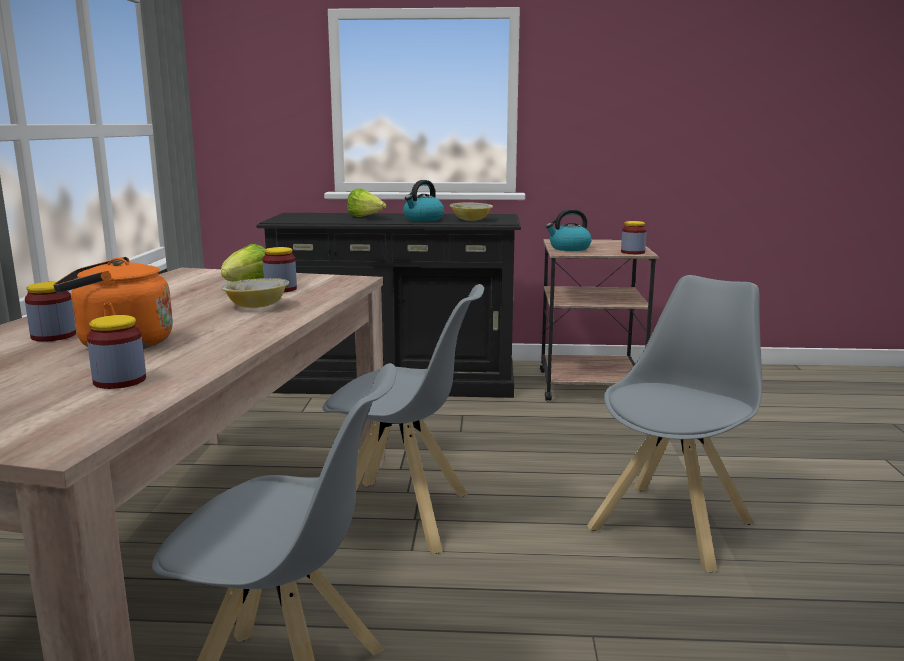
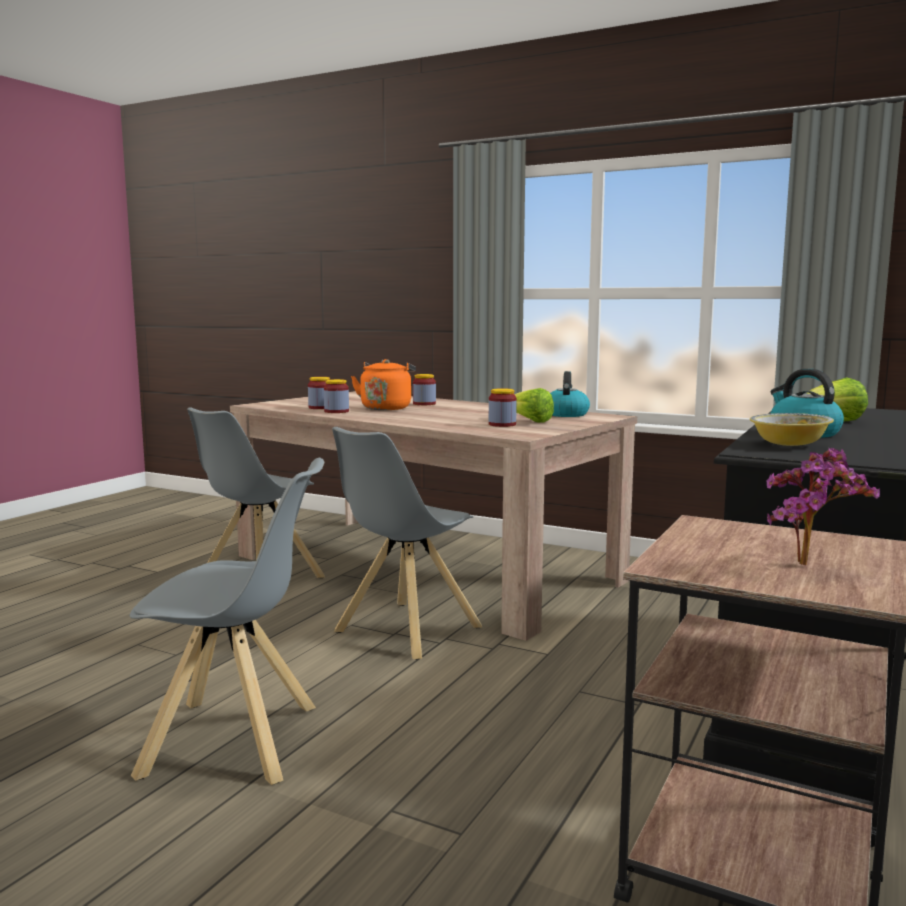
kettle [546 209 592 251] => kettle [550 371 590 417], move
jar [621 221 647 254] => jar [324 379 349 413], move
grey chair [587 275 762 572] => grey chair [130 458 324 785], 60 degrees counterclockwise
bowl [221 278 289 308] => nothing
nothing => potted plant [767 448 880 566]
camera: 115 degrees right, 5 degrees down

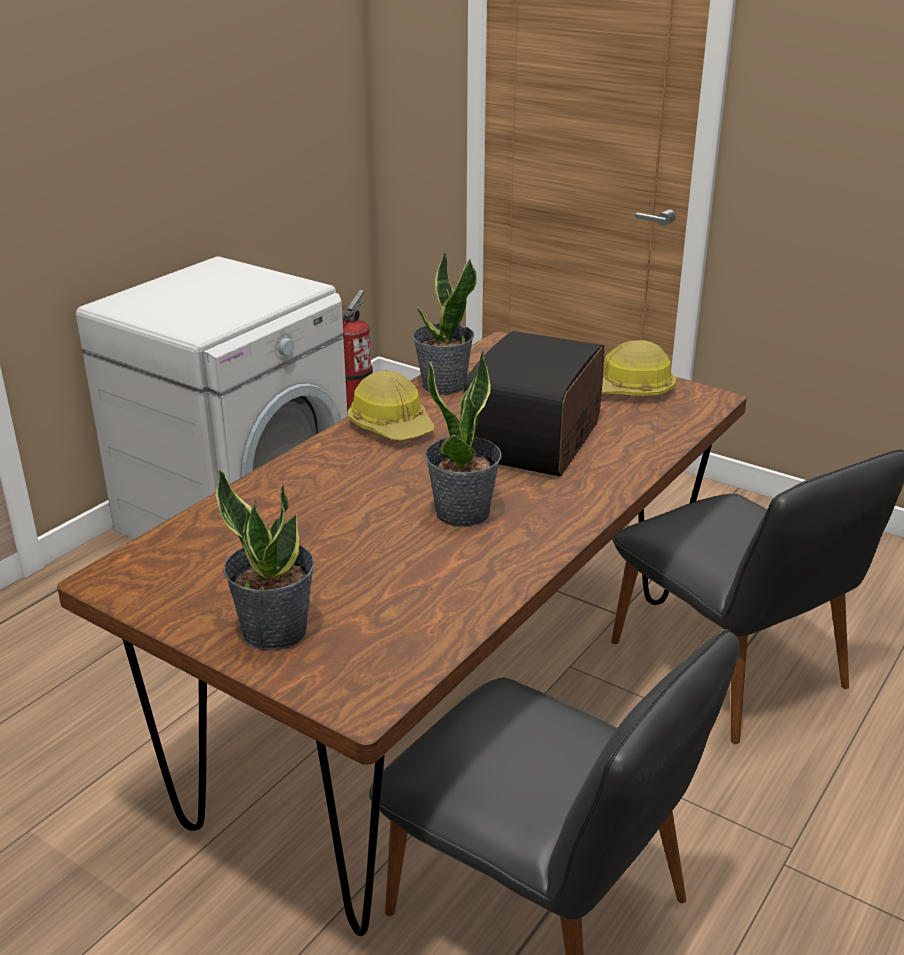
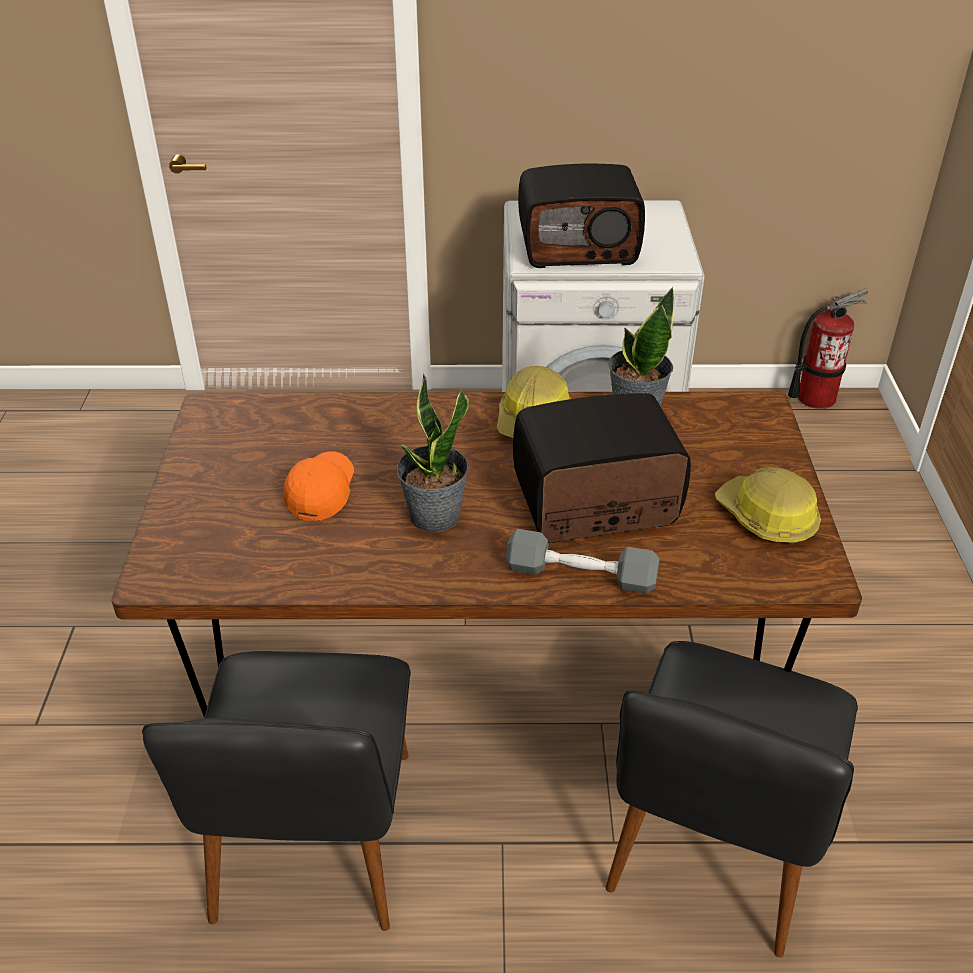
potted plant [216 469 315 651] => nothing
nothing => radio [518 164 645 268]
nothing => orange cap [284 451 354 521]
nothing => grey dumbbell [506 529 659 594]
camera: 55 degrees right, 10 degrees up

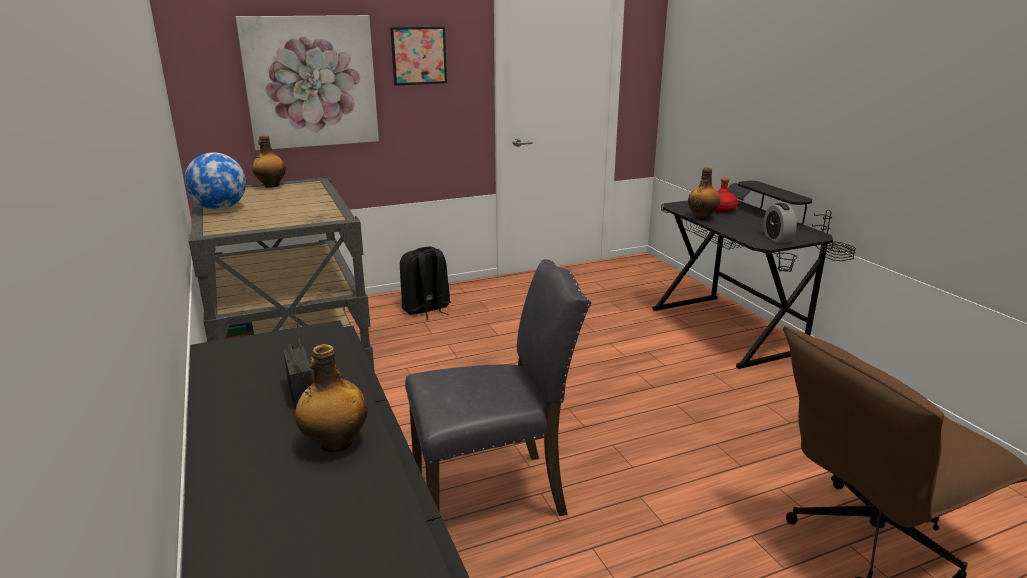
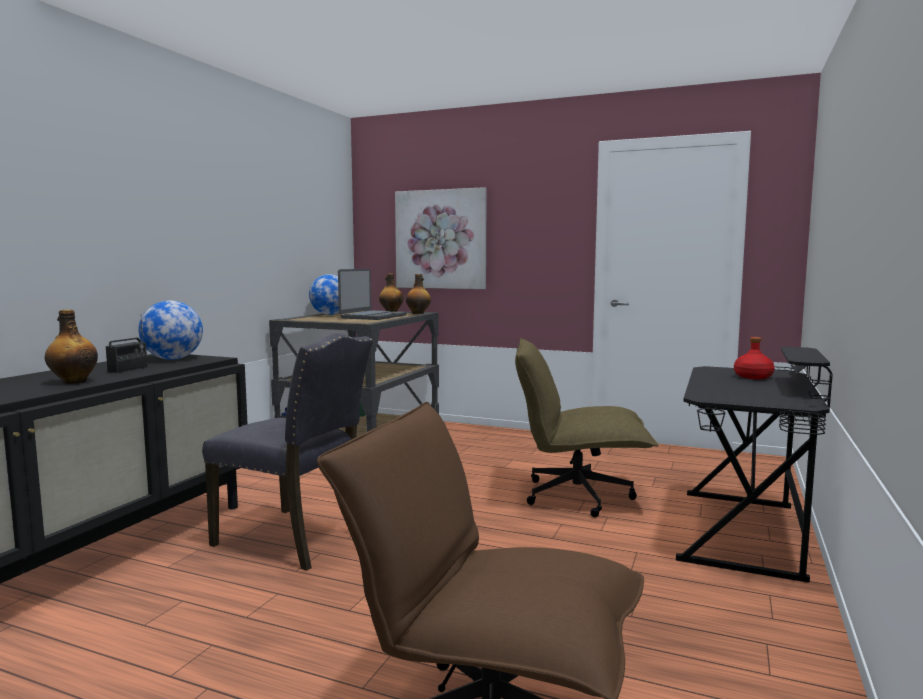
picture [390 27 447 86] => nothing
bottle [688 167 720 220] => bottle [406 274 431 314], move
alarm clock [763 203 797 243] => nothing
black backpack [400 247 451 320] => nothing
nothing => laptop [338 269 407 320]
nothing => globe [138 300 203 360]
nothing => beige office chair [515 338 658 518]
camera: 45 degrees right, 15 degrees down

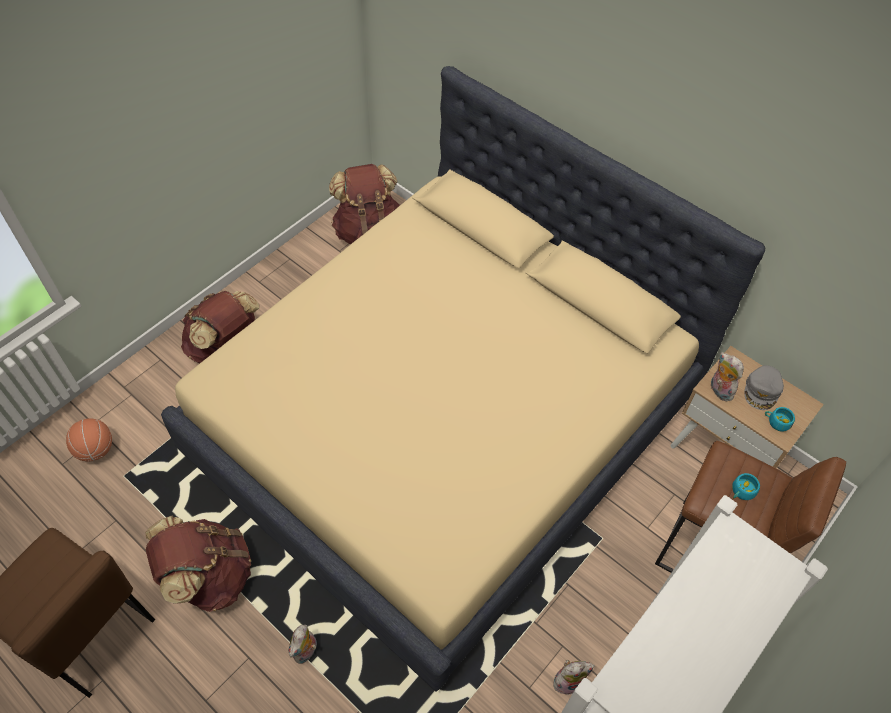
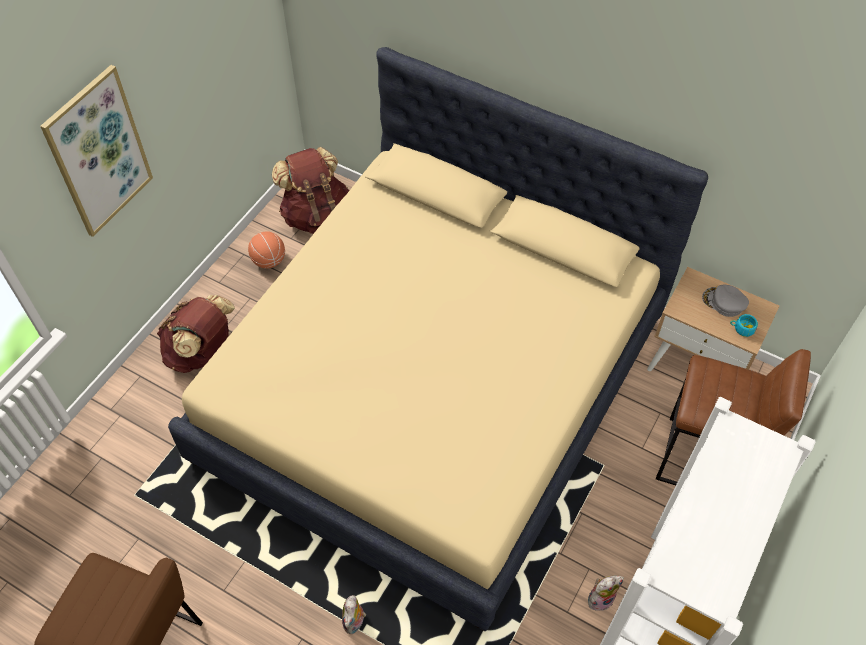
plush toy [711 352 744 401] => nothing
grey cap [744 365 784 410] => grey cap [702 284 749 317], 105 degrees clockwise
basketball [66 418 112 462] => basketball [248 231 285 268], move
turquoise cup [732 473 760 500] => nothing
brown backpack [145 515 251 612] => nothing
nothing => picture [40 65 153 237]
camera: 10 degrees left, 0 degrees up

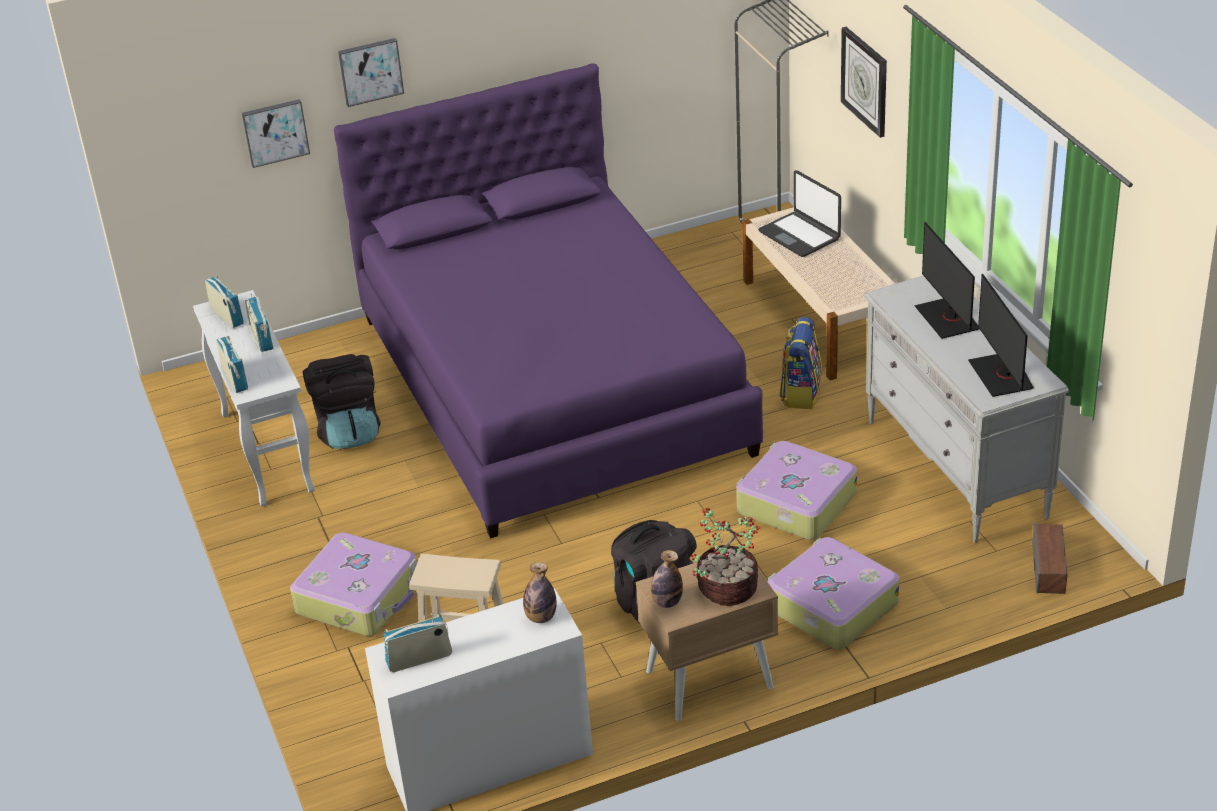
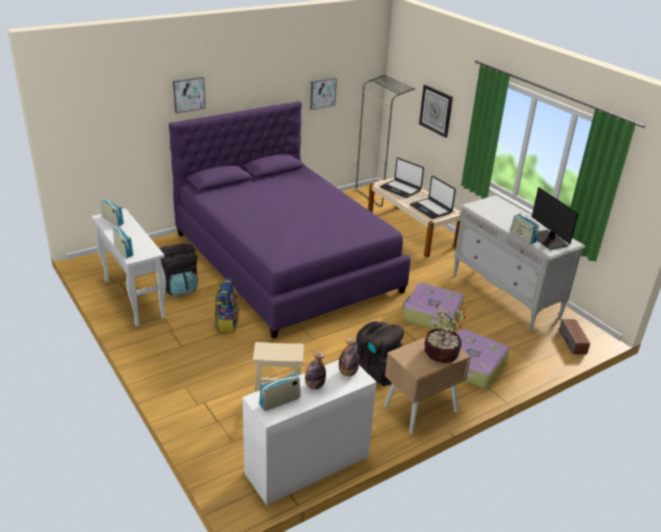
picture [242 99 310 168] => picture [310 78 337 110], move
monitor [914 222 979 339] => nothing
radio [245 294 274 352] => radio [510 214 539 244], move
backpack [780 317 822 409] => backpack [214 278 239 333], move
suitcase [290 532 417 636] => nothing
bottle [651 550 683 608] => bottle [305 351 326 390], move
nothing => laptop [410 176 456 219]
camera: 15 degrees left, 5 degrees down

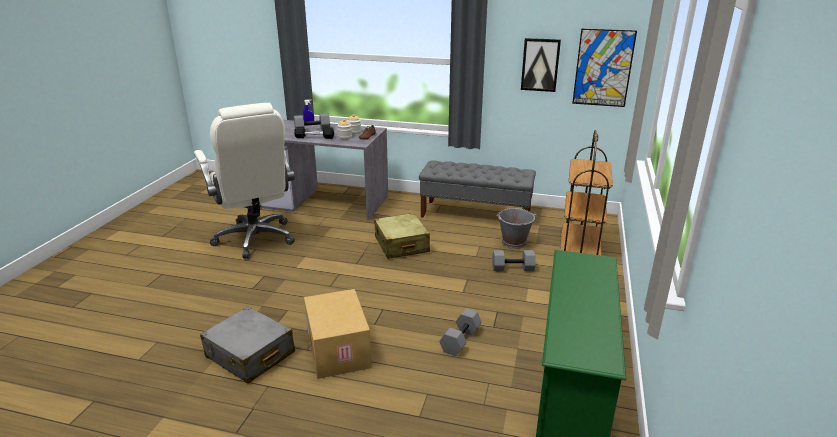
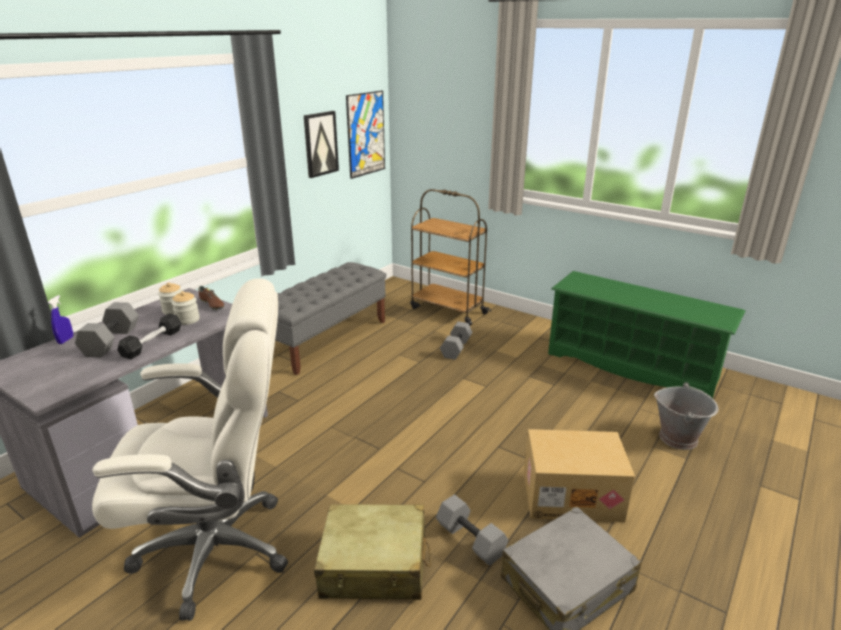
grey bucket [496 208 537 249] => grey bucket [654 382 718 450], move
beige suitcase [374 213 430 259] => beige suitcase [314 504 431 600], move
grey dumbbell [439 308 482 356] => grey dumbbell [436 494 508 566], move
camera: 70 degrees left, 0 degrees up

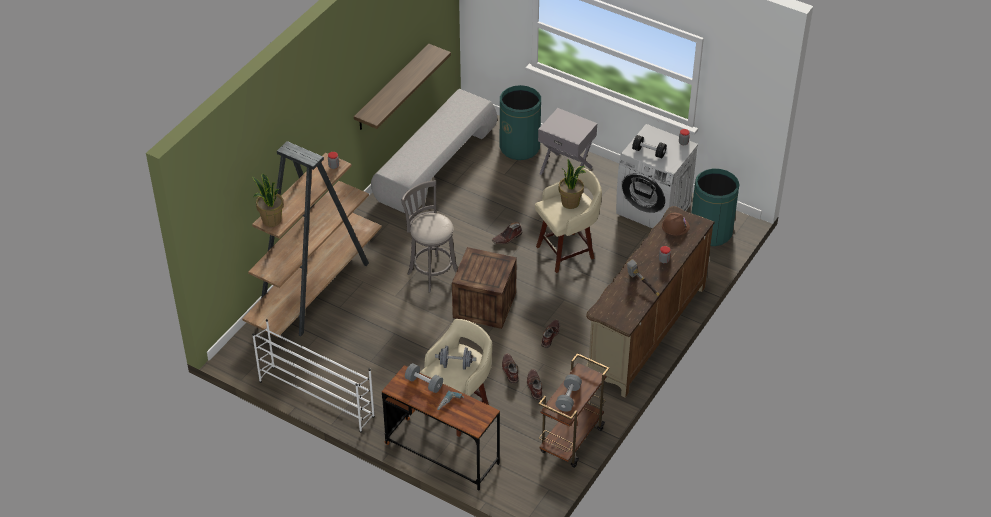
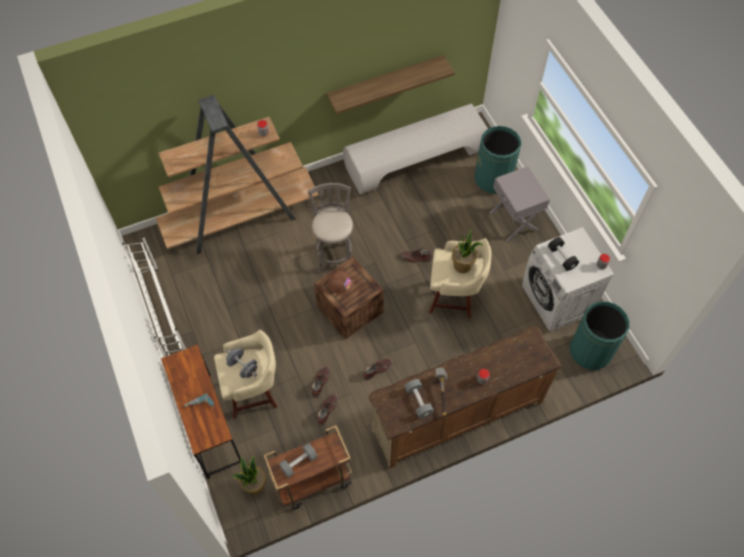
potted plant [252 174 284 227] => potted plant [232 456 266 495], move
brown hard hat [662 213 690 235] => brown hard hat [328 271 354 294], move
grey dumbbell [405 363 443 393] => grey dumbbell [404 379 434 418], move
camera: 35 degrees right, 15 degrees up

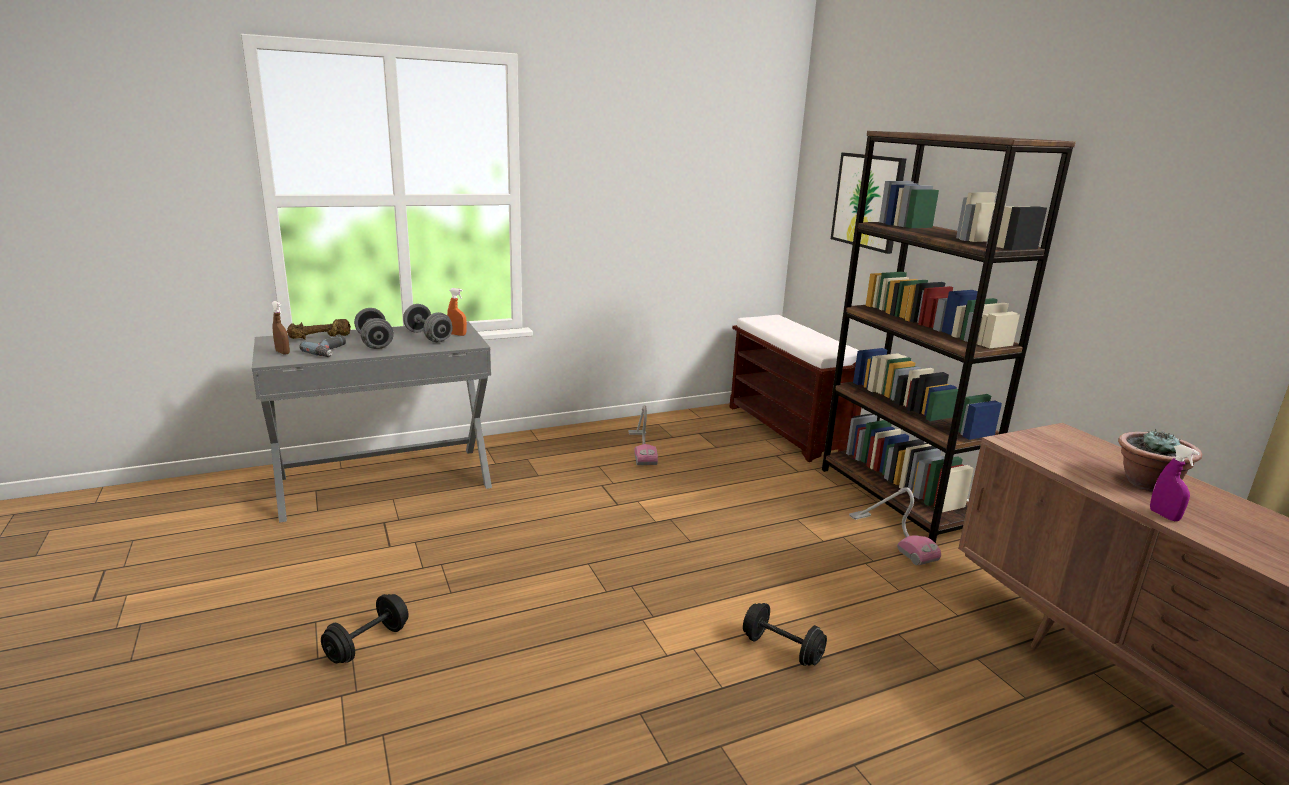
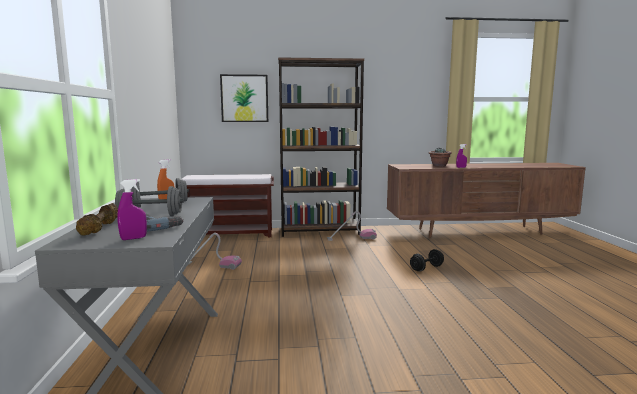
brown spray bottle [272 301 290 355] => purple spray bottle [117 179 147 240]
black dumbbell [321 594 408 663] => nothing
camera: 70 degrees left, 10 degrees down

